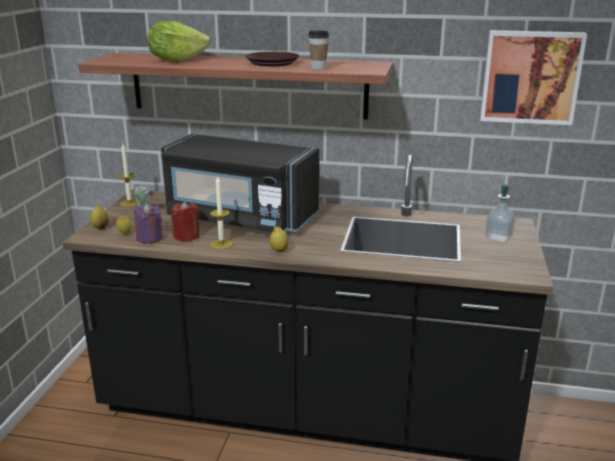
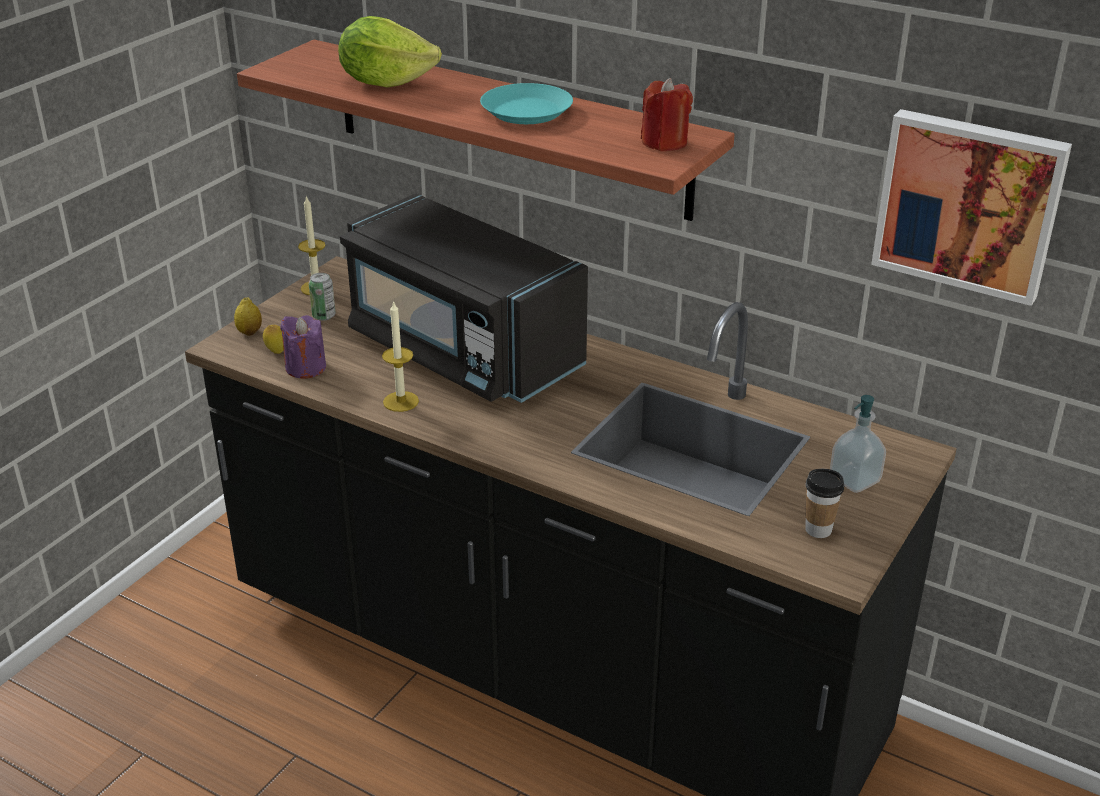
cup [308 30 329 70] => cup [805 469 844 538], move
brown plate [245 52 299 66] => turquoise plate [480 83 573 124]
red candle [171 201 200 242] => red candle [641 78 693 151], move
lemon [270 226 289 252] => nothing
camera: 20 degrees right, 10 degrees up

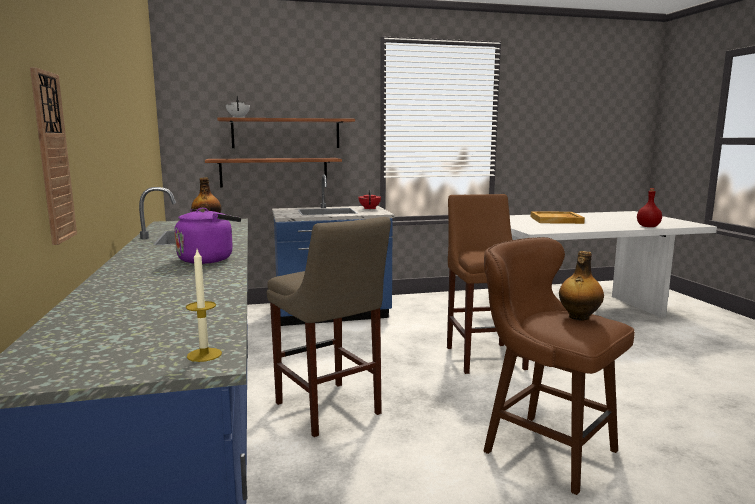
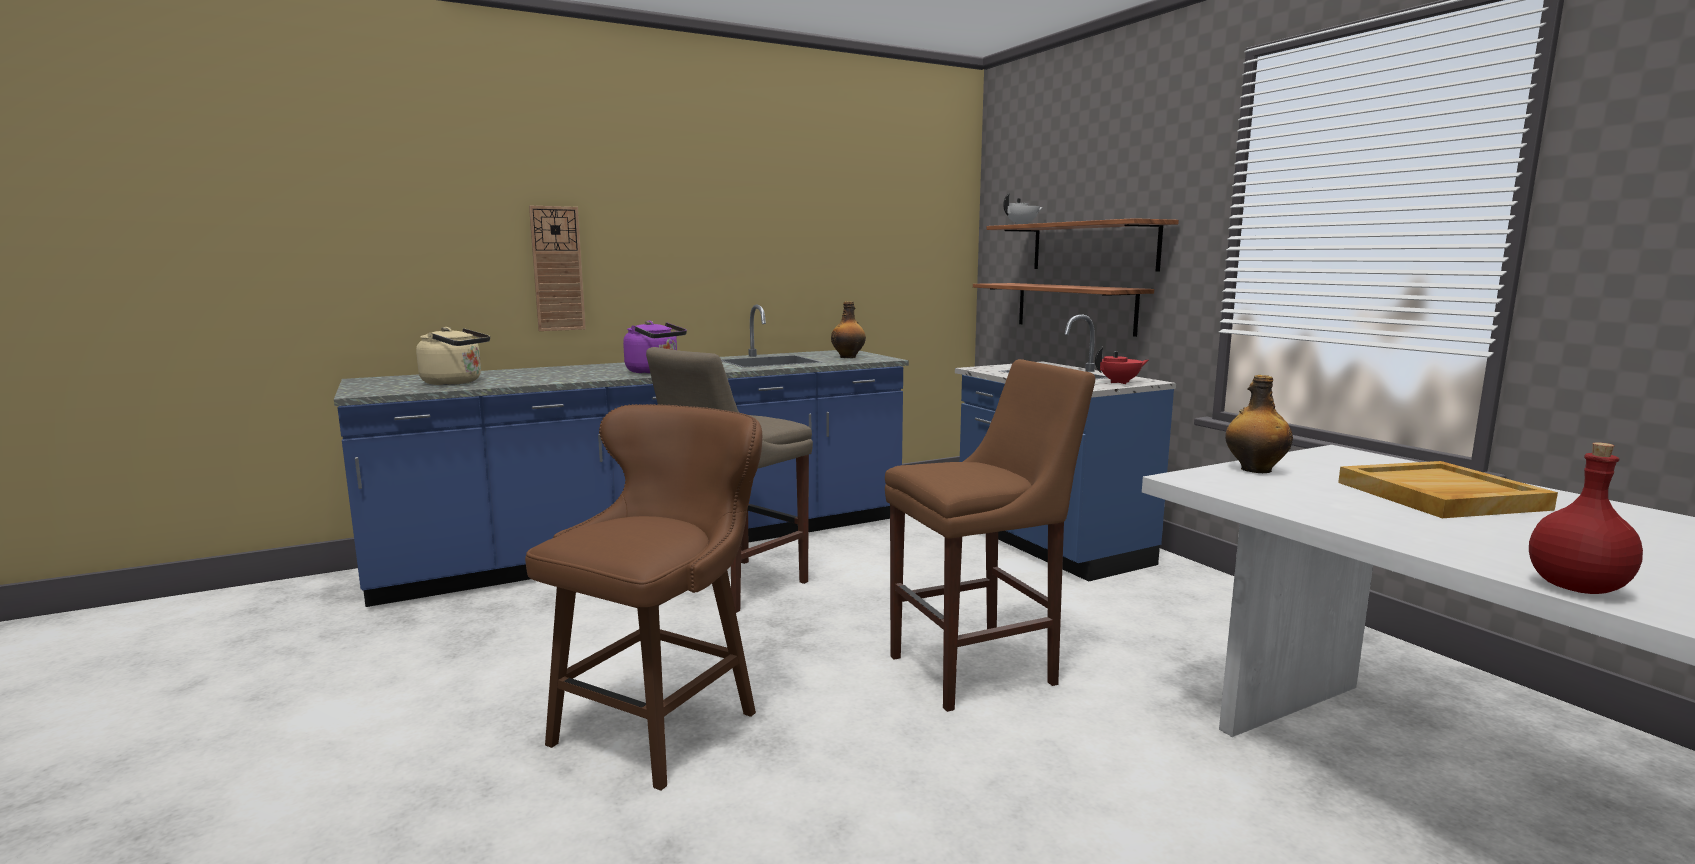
candle [186 250 222 362] => nothing
bottle [559 251 604 321] => bottle [1225 375 1293 473], move
nothing => beige kettle [416 327 490 385]
camera: 75 degrees right, 0 degrees up

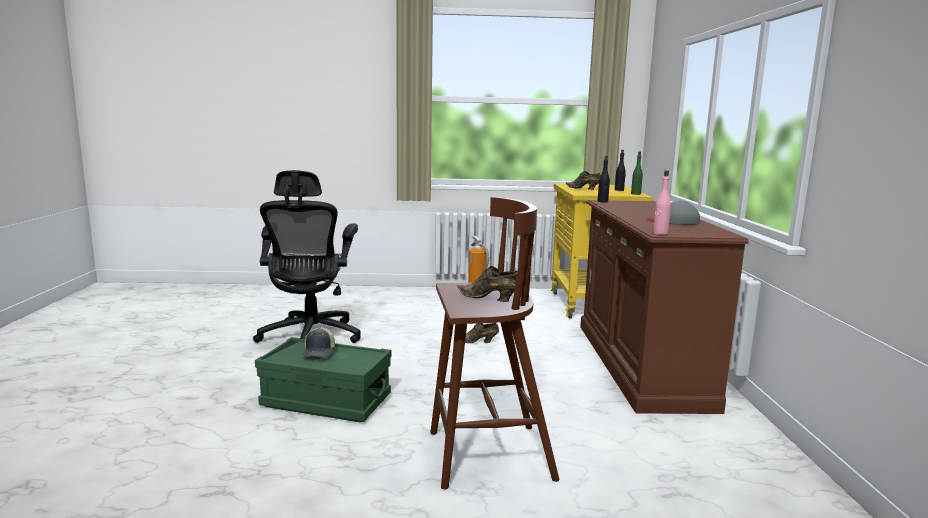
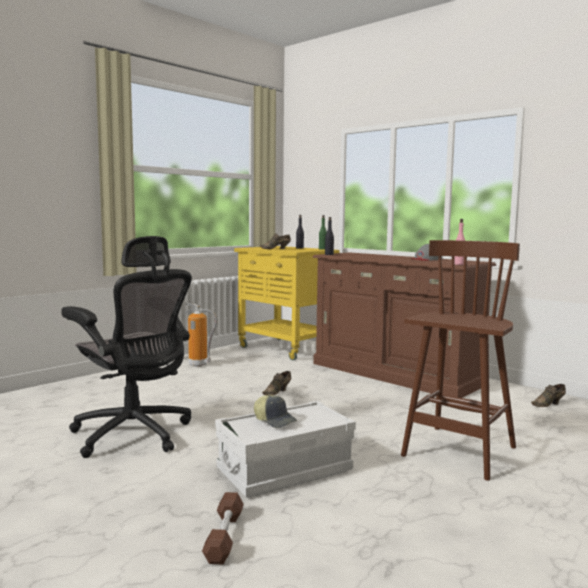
brown shoe [457 266 518 302] => brown shoe [531 384 566 407], move
green storage box [255 337 391 422] => white storage box [215 401 356 498]
nothing => brown dumbbell [202 492 244 565]
camera: 45 degrees left, 5 degrees down

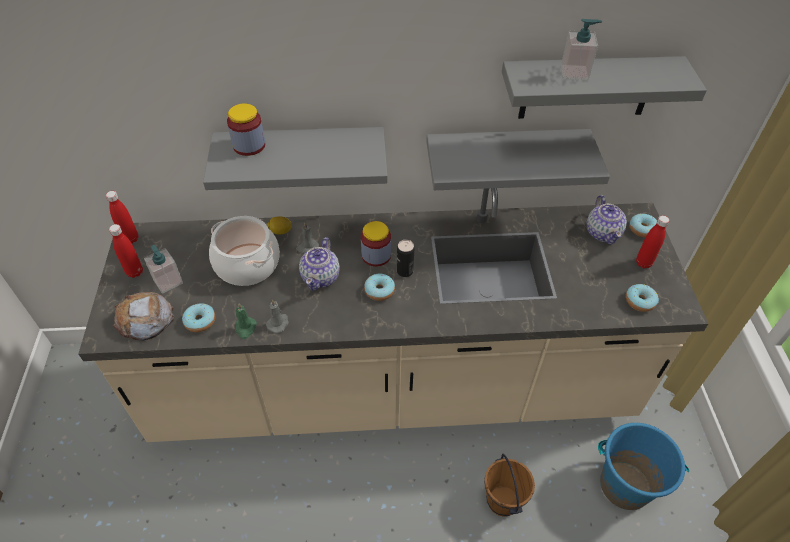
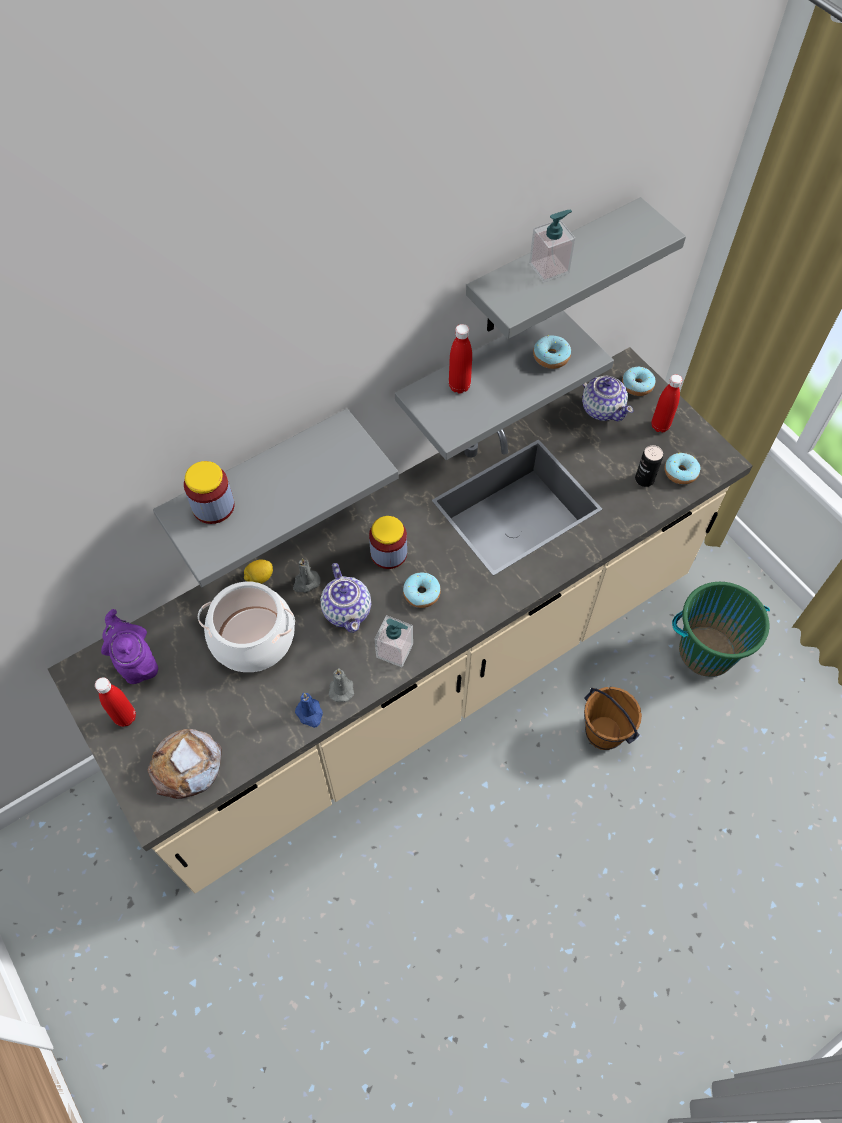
red bottle [106 191 138 243] => red bottle [449 324 472 394], move
can [397 240 414 277] => can [635 445 663 487], move
soap dispenser [144 245 183 294] => soap dispenser [375 615 413 667], move
donut [182 303 215 332] => donut [533 335 571 369], move
green candle [235 303 257 339] => blue candle [295 693 323 728]
blue bucket [598 423 689 510] => green bucket [672 582 770 677]
nothing => purple teapot [101 609 158 684]
camera: 30 degrees left, 10 degrees up

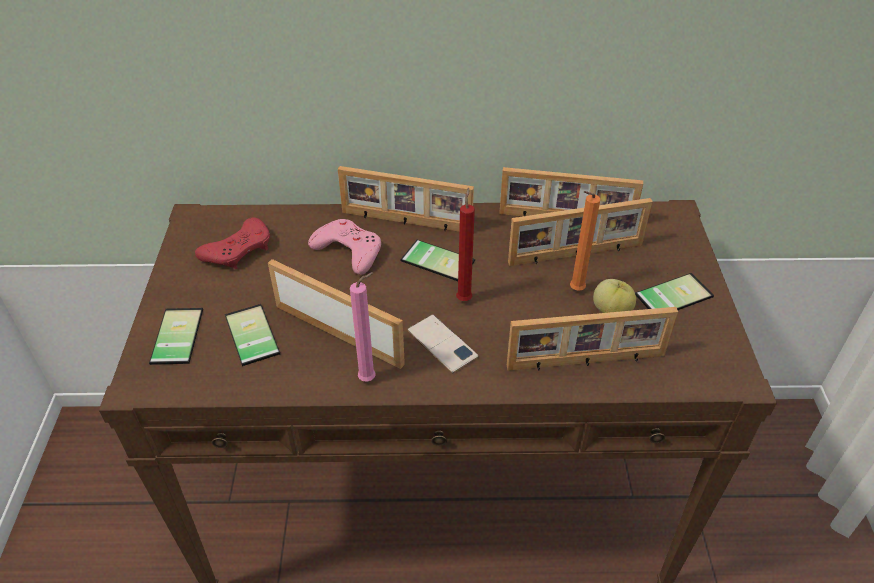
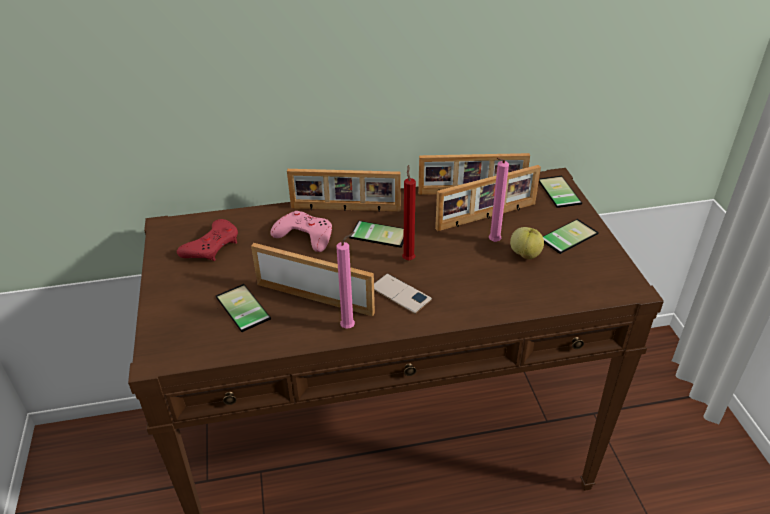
orange candle [570 191 600 291] => pink candle [489 158 509 242]
picture frame [507 307 678 371] => nothing
phone [149 308 203 365] => phone [539 176 582 208], move
camera: 10 degrees left, 5 degrees down

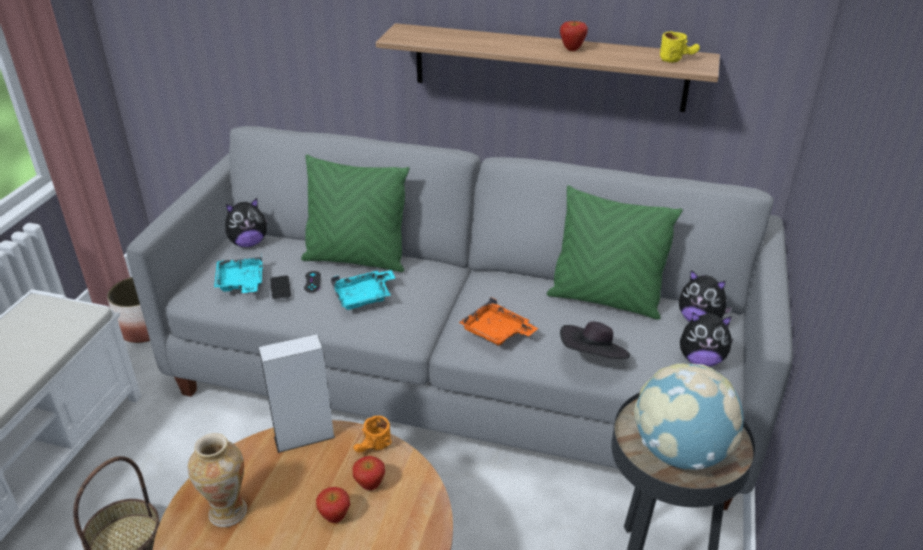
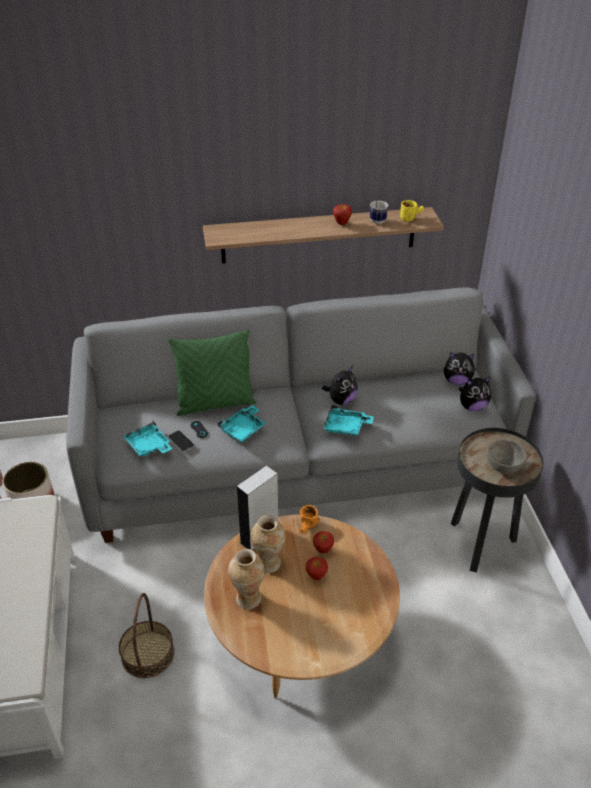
green pillow [547 185 683 319] => nothing
plush toy [225 198 267 247] => plush toy [322 366 358 405], move
orange tray [458 297 538 346] => turquoise tray [323 405 374 436]
black hat [560 321 630 359] => nothing
globe [634 363 744 469] => grey bowl [487 439 527 474]
nothing => mug [370 201 388 224]
nothing => vase [251 515 286 573]
camera: 25 degrees left, 5 degrees up

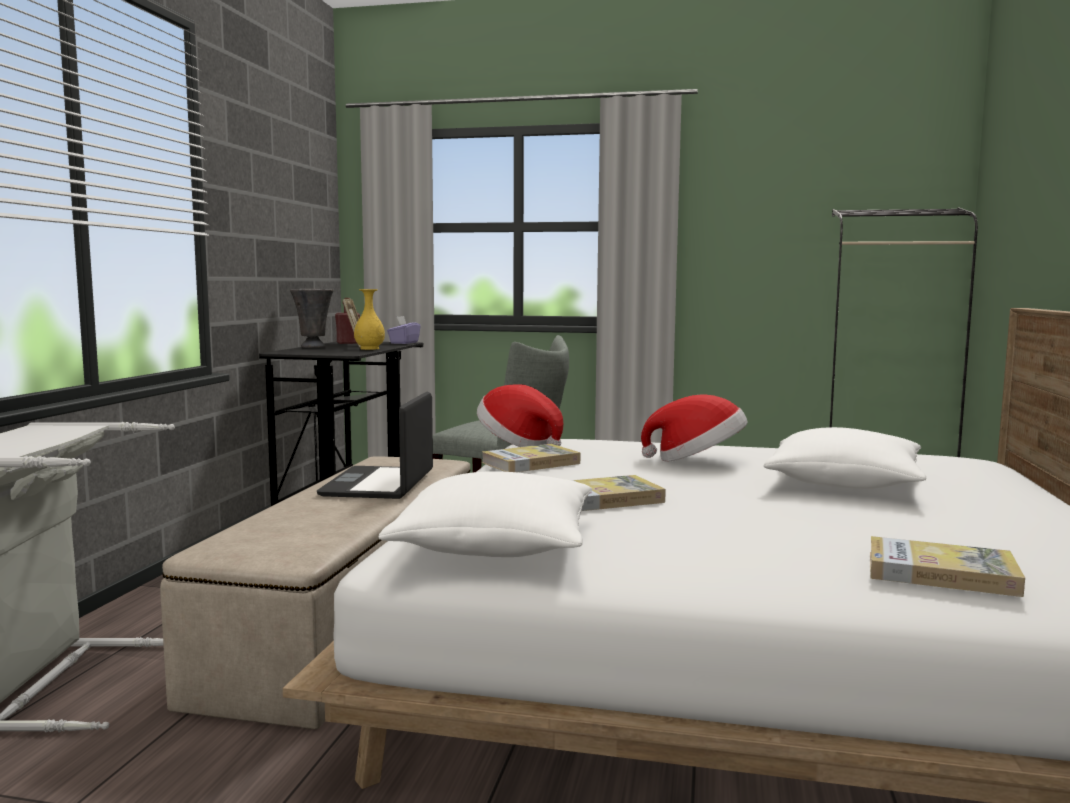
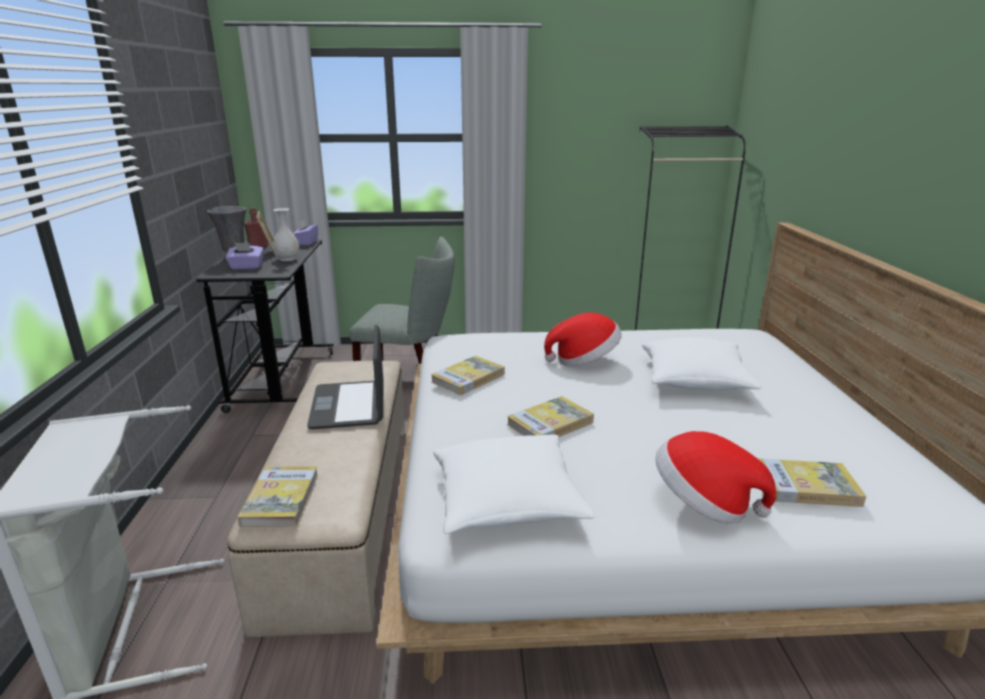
yellow vase [354 289 385 350] => white vase [273 208 299 261]
hat [477 384 563 447] => hat [655 431 776 524], move
nothing => purple tissue box [226 243 264 269]
nothing => book [237 466 319 527]
camera: 15 degrees left, 15 degrees up

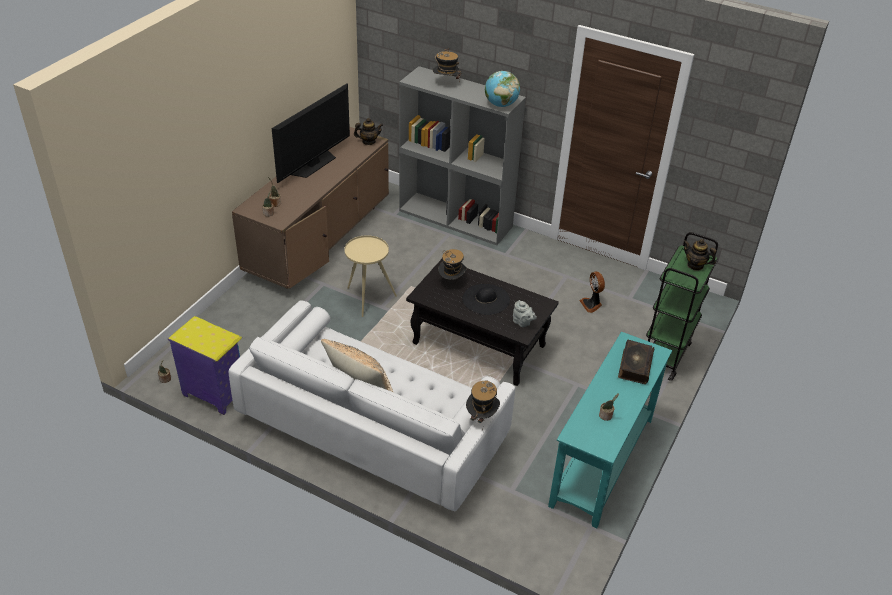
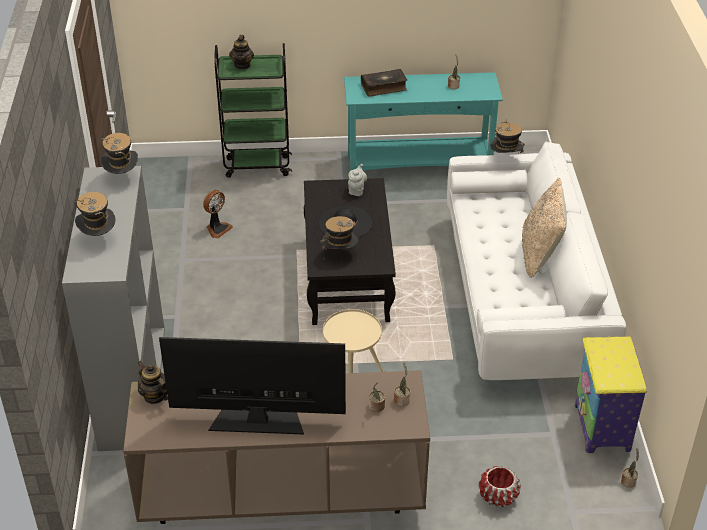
globe [485 71 520 107] => hat [101 133 138 174]
nothing => red planter [479 466 521 507]
camera: 120 degrees left, 0 degrees up

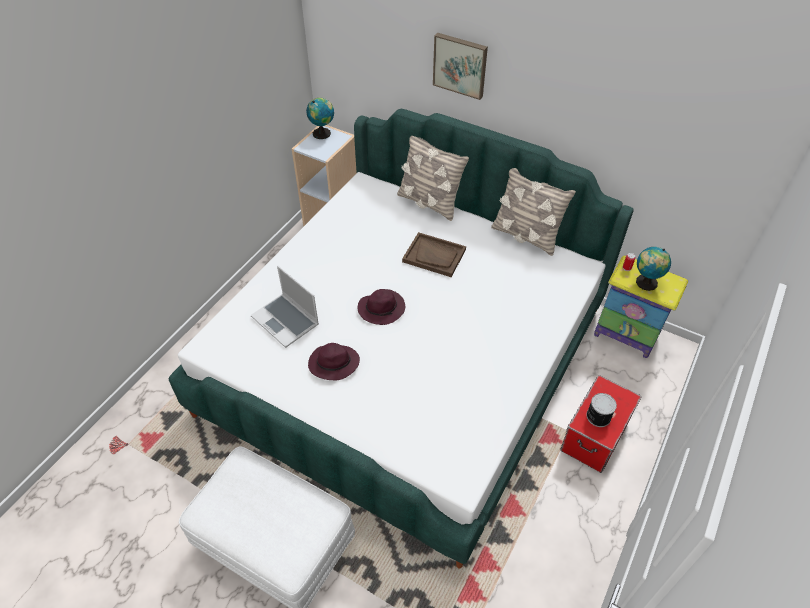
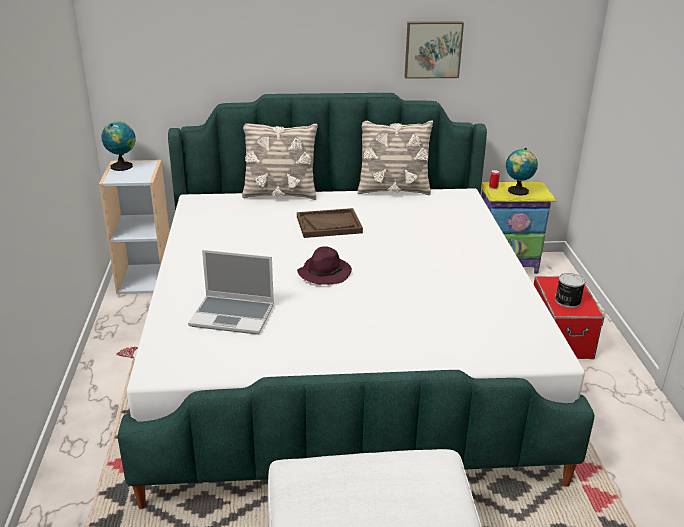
picture [433 33 488 100] => picture [405 21 464 79], move
purple hat [308 343 360 380] => nothing
camera: 35 degrees left, 20 degrees down

